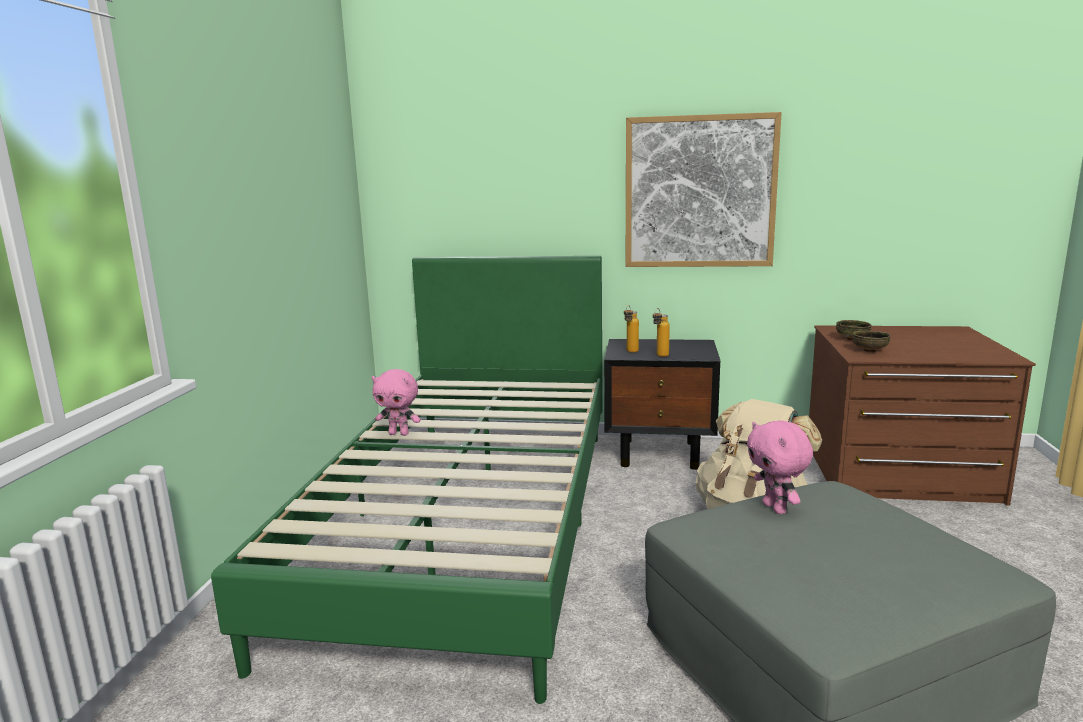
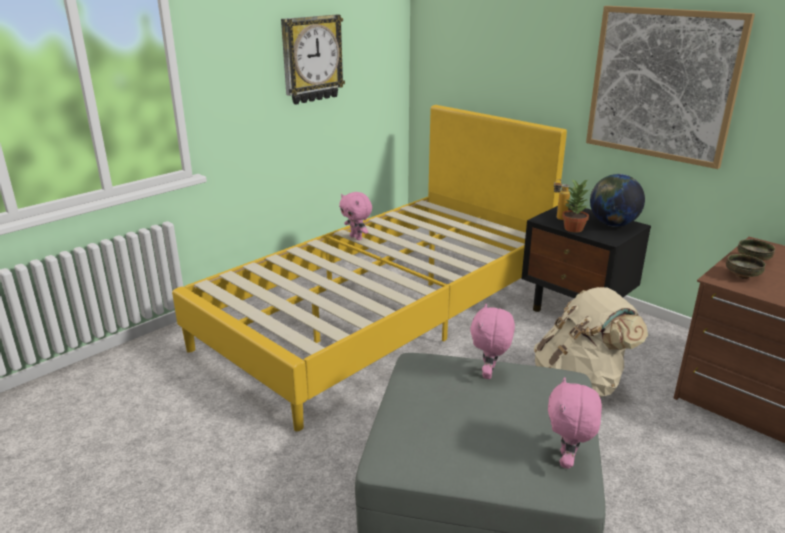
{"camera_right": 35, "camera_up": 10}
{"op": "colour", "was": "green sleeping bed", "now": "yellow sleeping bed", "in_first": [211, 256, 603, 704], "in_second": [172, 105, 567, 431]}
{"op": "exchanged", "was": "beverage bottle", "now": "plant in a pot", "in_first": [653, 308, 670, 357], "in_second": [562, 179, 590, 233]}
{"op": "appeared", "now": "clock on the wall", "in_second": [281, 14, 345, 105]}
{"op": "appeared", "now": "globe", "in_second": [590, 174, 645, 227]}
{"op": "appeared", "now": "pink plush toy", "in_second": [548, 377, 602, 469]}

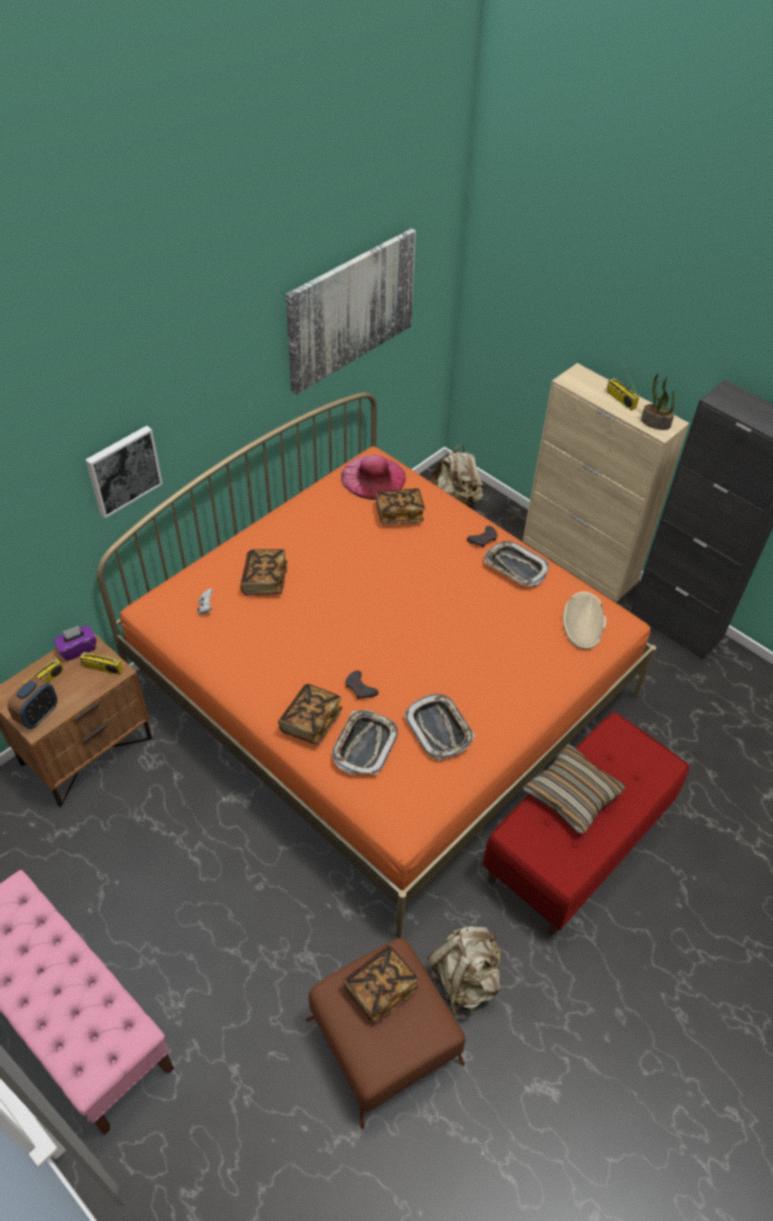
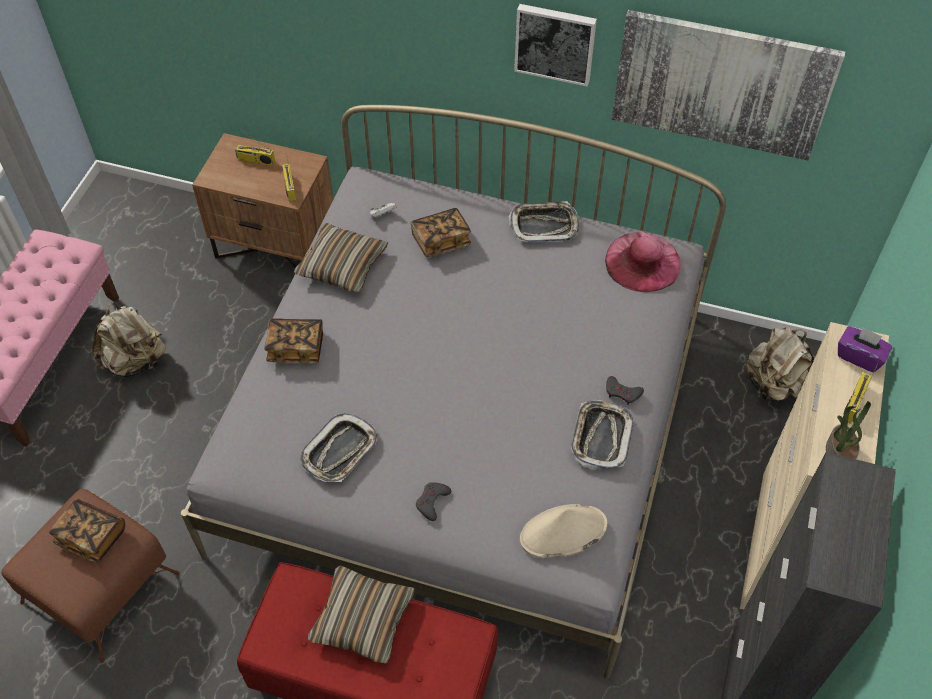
{"camera_right": 65, "camera_up": 5}
{"op": "colour", "was": "orange-coloured sleeping bed", "now": "grey sleeping bed", "in_first": [97, 392, 656, 938], "in_second": [181, 105, 726, 679]}
{"op": "relocated", "was": "picture", "in_first": [86, 426, 163, 518], "in_second": [514, 4, 597, 86]}
{"op": "missing", "was": "volume", "in_first": [376, 488, 425, 524]}
{"op": "relocated", "was": "purplish tissue holder", "in_first": [53, 625, 96, 661], "in_second": [838, 326, 892, 372]}
{"op": "relocated", "was": "grey gamepad", "in_first": [345, 670, 379, 699], "in_second": [416, 482, 451, 521]}
{"op": "missing", "was": "alarm clock", "in_first": [7, 676, 57, 729]}
{"op": "relocated", "was": "serving tray", "in_first": [332, 710, 398, 774], "in_second": [509, 201, 579, 242]}
{"op": "relocated", "was": "beige backpack", "in_first": [428, 926, 502, 1018], "in_second": [92, 301, 165, 377]}
{"op": "appeared", "now": "throw pillow", "in_second": [294, 223, 388, 293]}

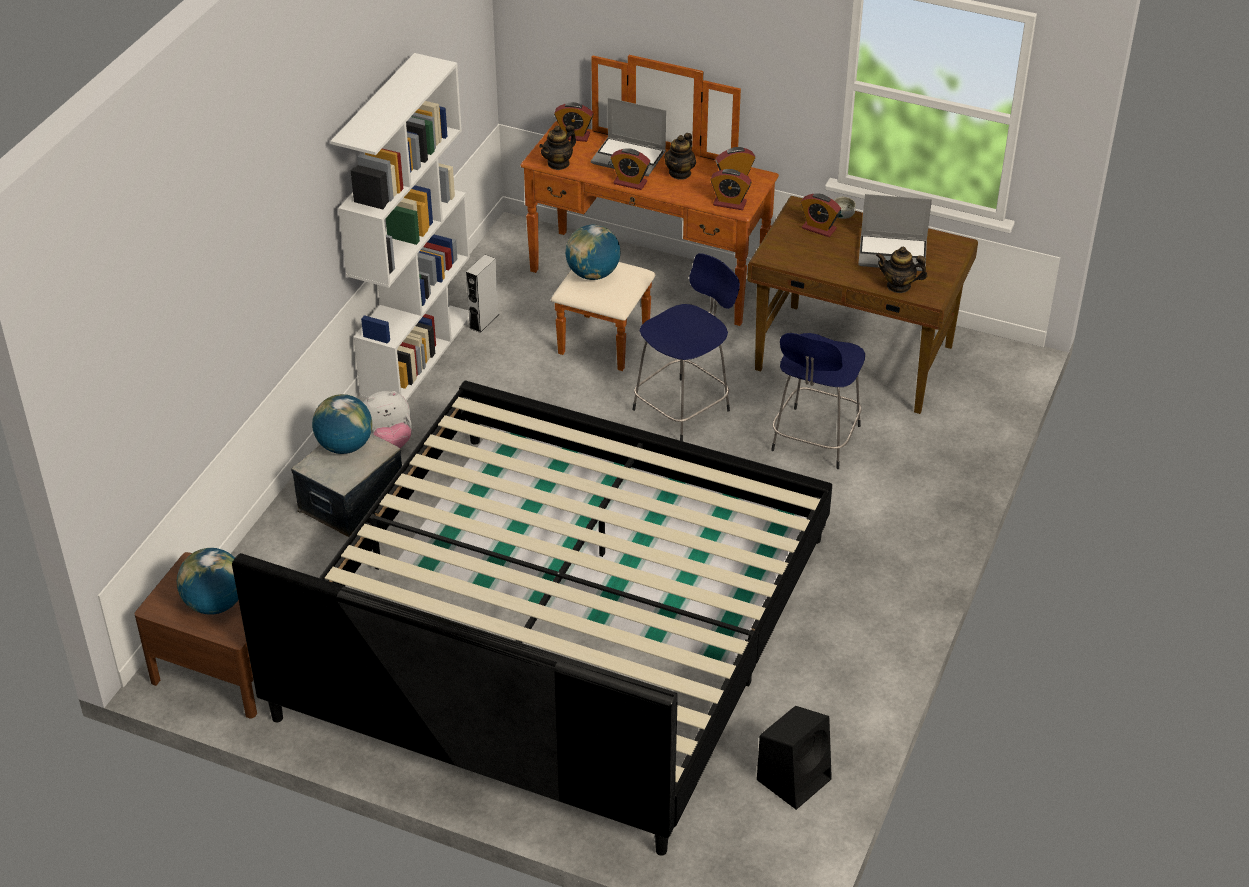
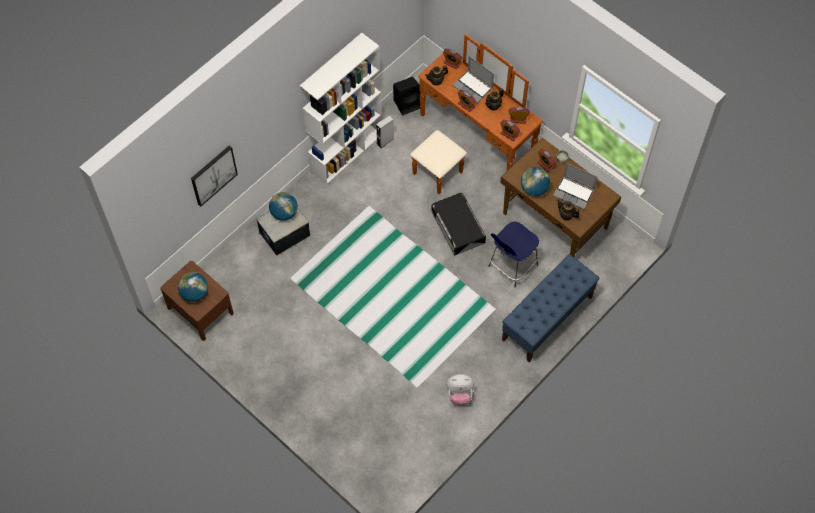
{"camera_right": 20, "camera_up": 20}
{"op": "relocated", "was": "globe", "in_first": [565, 225, 621, 280], "in_second": [521, 167, 550, 197]}
{"op": "exchanged", "was": "blue-coloured sitting stool", "now": "black-coloured storage box", "in_first": [633, 253, 740, 441], "in_second": [431, 193, 486, 255]}
{"op": "missing", "was": "sleeping bed", "in_first": [232, 381, 832, 856]}
{"op": "relocated", "was": "plush toy", "in_first": [363, 391, 412, 448], "in_second": [446, 374, 474, 405]}
{"op": "relocated", "was": "black-coloured loudspeaker", "in_first": [757, 706, 832, 810], "in_second": [393, 77, 421, 116]}
{"op": "appeared", "now": "picture", "in_second": [191, 145, 238, 207]}
{"op": "appeared", "now": "blue-coloured long seat", "in_second": [502, 254, 600, 362]}

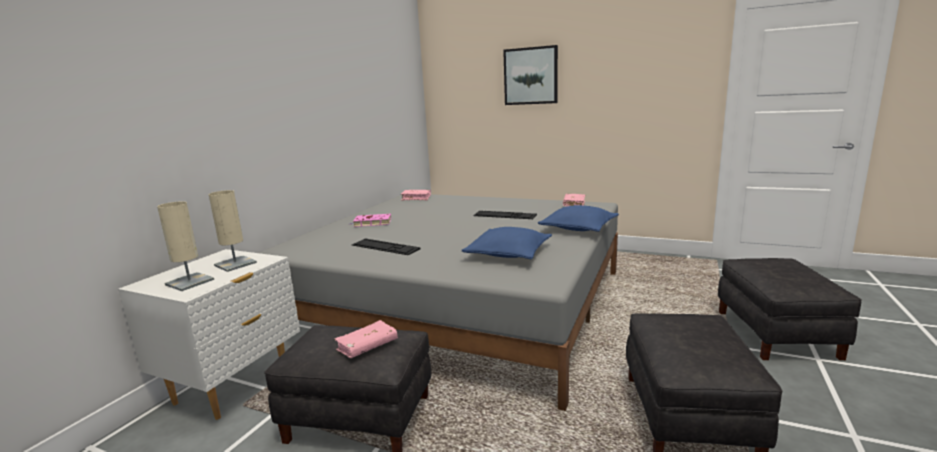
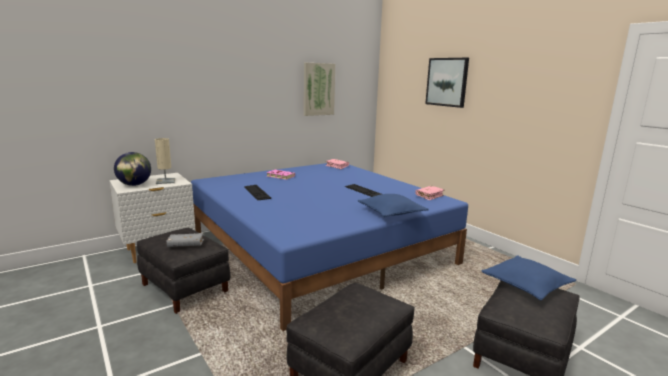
{"camera_right": 30, "camera_up": 0}
{"op": "colour", "was": "grey sleeping bed", "now": "blue-coloured sleeping bed", "in_first": [259, 194, 618, 411], "in_second": [191, 163, 468, 331]}
{"op": "exchanged", "was": "beige table lamp", "now": "globe", "in_first": [157, 201, 214, 291], "in_second": [114, 152, 151, 186]}
{"op": "relocated", "was": "blue-coloured throw pillow", "in_first": [461, 227, 552, 259], "in_second": [481, 255, 576, 300]}
{"op": "colour", "was": "pink volume", "now": "grey volume", "in_first": [334, 320, 398, 358], "in_second": [167, 233, 204, 247]}
{"op": "appeared", "now": "picture", "in_second": [304, 63, 335, 116]}

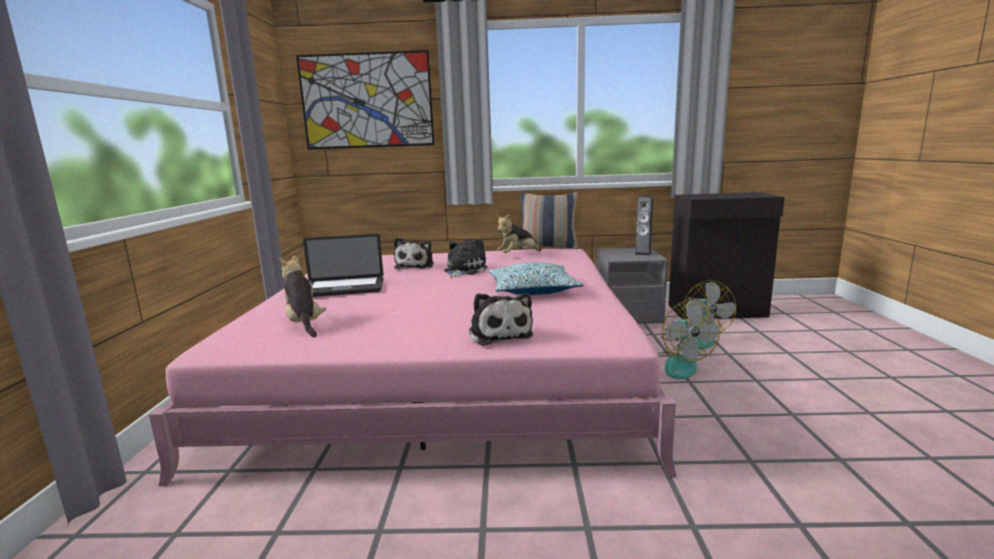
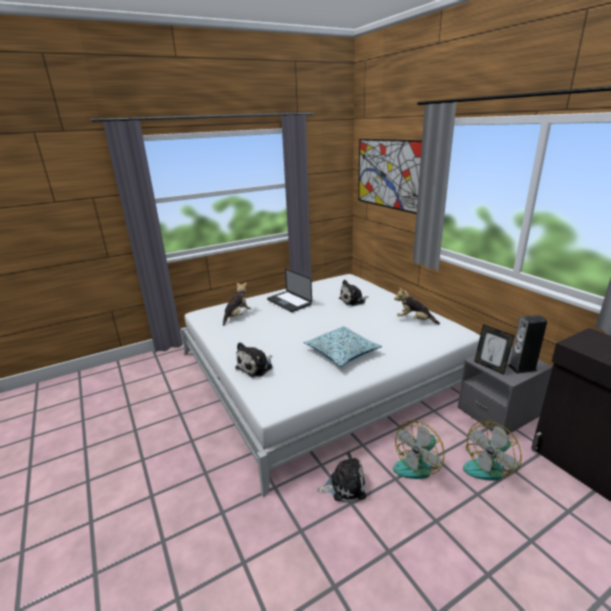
{"camera_right": 60, "camera_up": 10}
{"op": "missing", "was": "throw pillow", "in_first": [518, 192, 579, 249]}
{"op": "relocated", "was": "plush toy", "in_first": [444, 239, 488, 278], "in_second": [317, 452, 366, 502]}
{"op": "colour", "was": "pink sleeping bed", "now": "whitish sleeping bed", "in_first": [149, 248, 677, 486], "in_second": [180, 274, 480, 497]}
{"op": "appeared", "now": "picture frame", "in_second": [474, 324, 514, 375]}

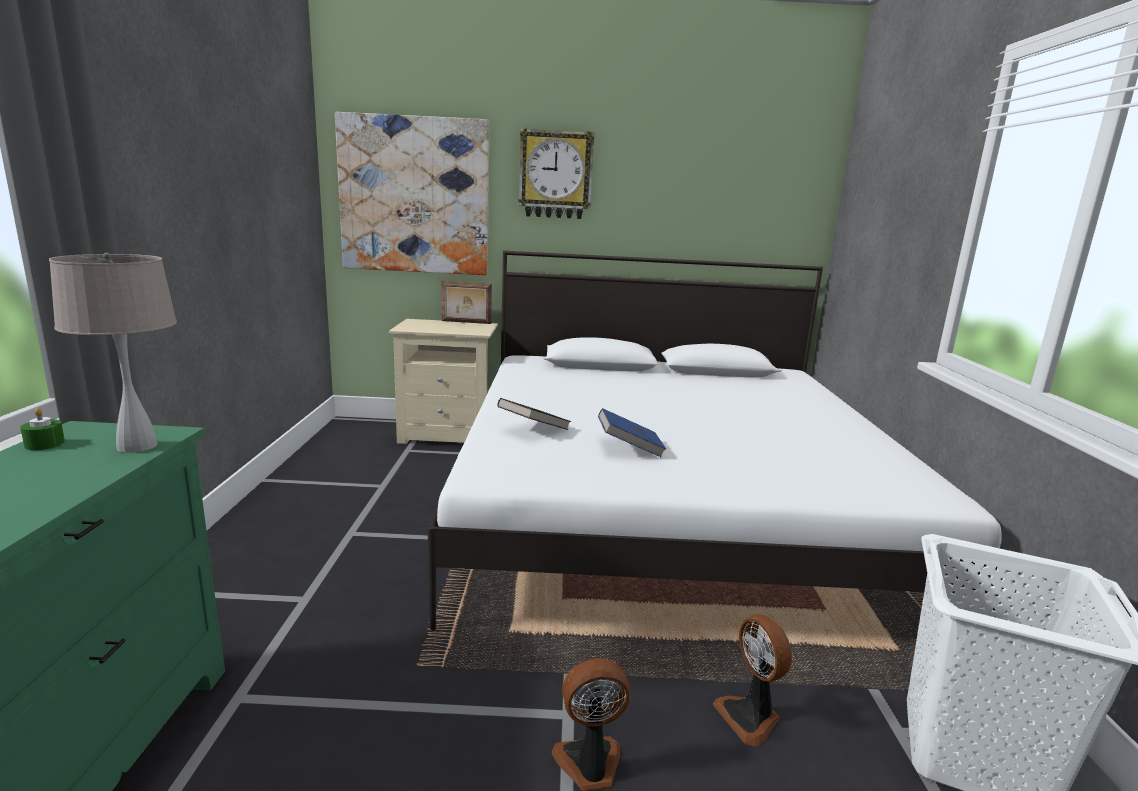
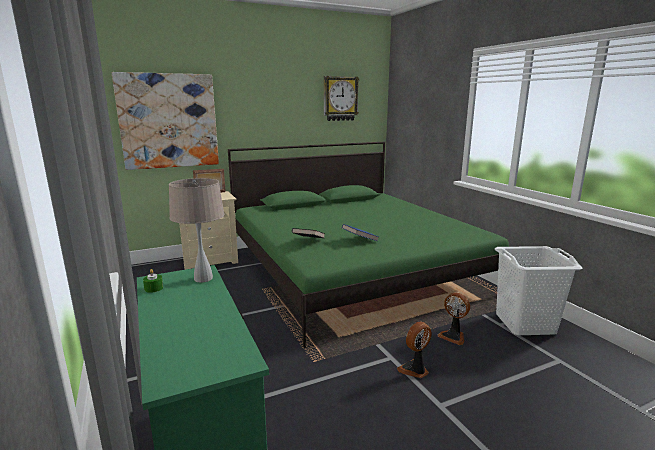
{"camera_right": -25, "camera_up": 0}
{"op": "relocated", "was": "clock on the wall", "in_first": [518, 128, 594, 219], "in_second": [324, 76, 359, 121]}
{"op": "colour", "was": "whitish sleeping bed", "now": "green sleeping bed", "in_first": [428, 251, 1010, 631], "in_second": [228, 142, 513, 348]}

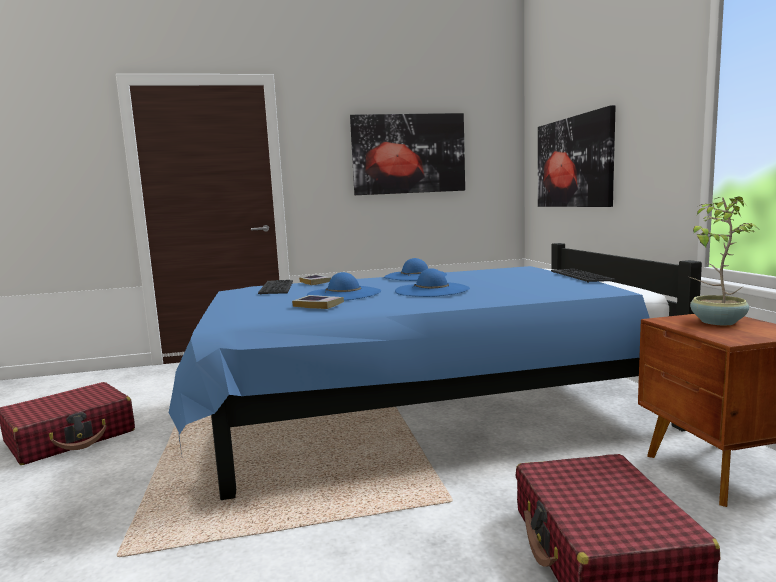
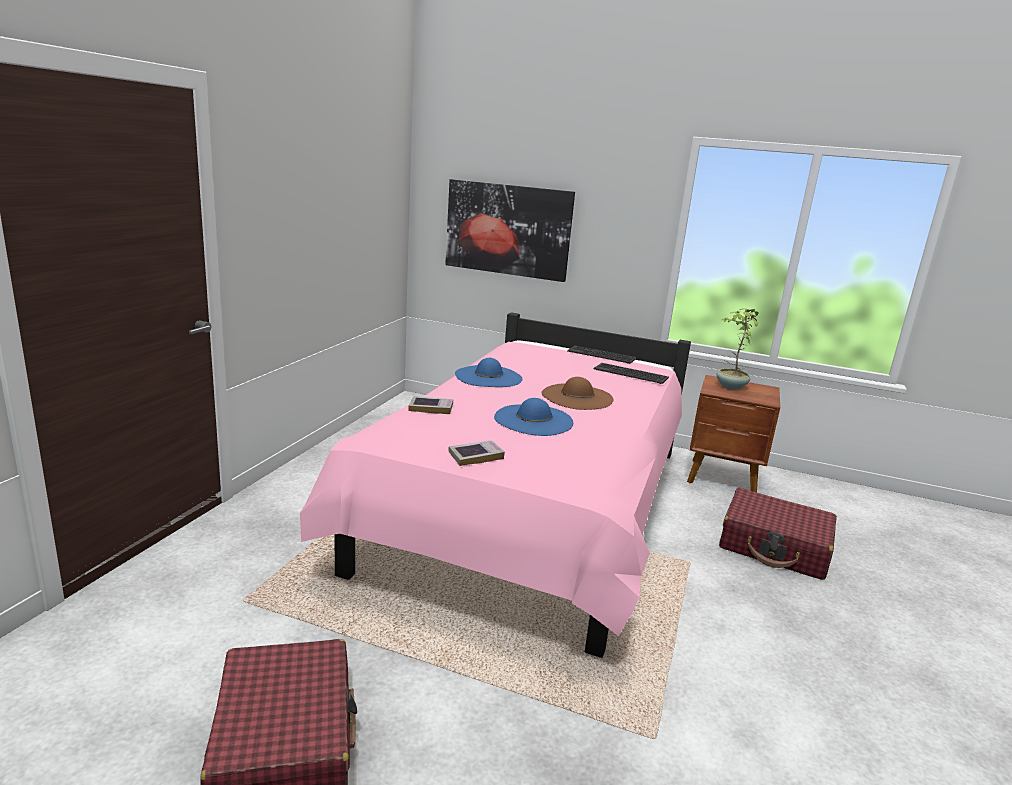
{"camera_right": -60, "camera_up": 10}
{"op": "missing", "was": "picture", "in_first": [350, 113, 465, 195]}
{"op": "colour", "was": "blue-coloured sleeping bed", "now": "pink sleeping bed", "in_first": [169, 243, 702, 500], "in_second": [300, 312, 691, 658]}
{"op": "colour", "was": "blue-coloured hat", "now": "brown-coloured hat", "in_first": [395, 268, 470, 297], "in_second": [542, 377, 614, 410]}
{"op": "relocated", "was": "computer keyboard", "in_first": [258, 280, 293, 295], "in_second": [594, 363, 669, 384]}
{"op": "relocated", "was": "volume", "in_first": [292, 295, 344, 309], "in_second": [448, 440, 505, 466]}

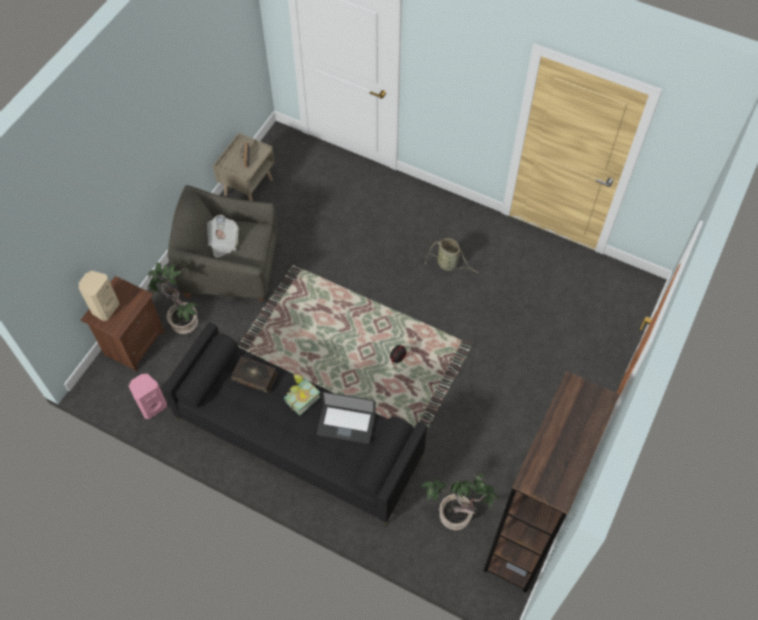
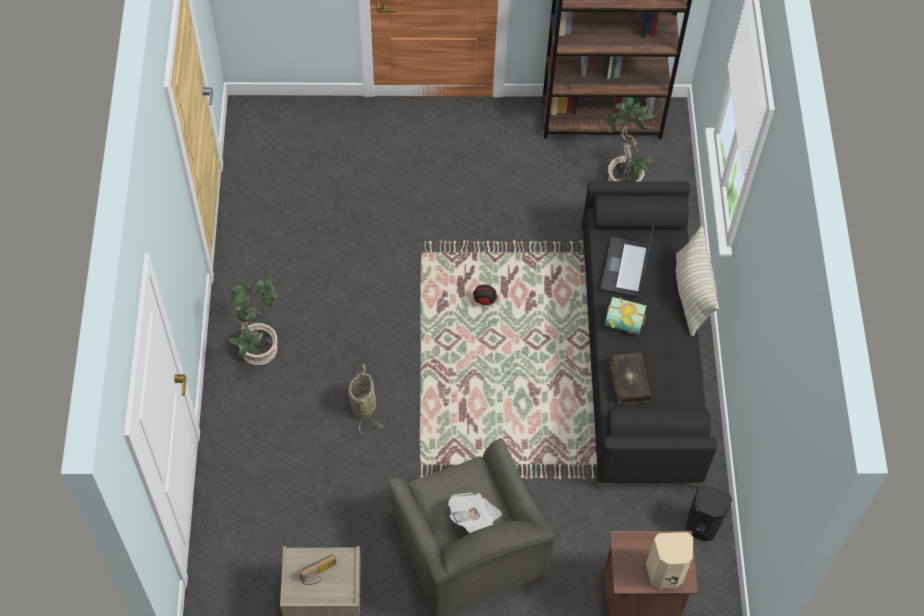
{"camera_right": -120, "camera_up": 0}
{"op": "relocated", "was": "storage basket", "in_first": [425, 238, 478, 273], "in_second": [348, 364, 383, 434]}
{"op": "relocated", "was": "plant in a pot", "in_first": [147, 263, 199, 334], "in_second": [227, 274, 280, 365]}
{"op": "colour", "was": "pink loudspeaker", "now": "black-coloured loudspeaker", "in_first": [129, 374, 167, 419], "in_second": [686, 484, 732, 542]}
{"op": "spun", "was": "notebook computer", "in_first": [317, 392, 375, 444], "in_second": [601, 224, 654, 297], "clockwise": -150}
{"op": "appeared", "now": "throw pillow", "in_second": [676, 226, 719, 336]}

